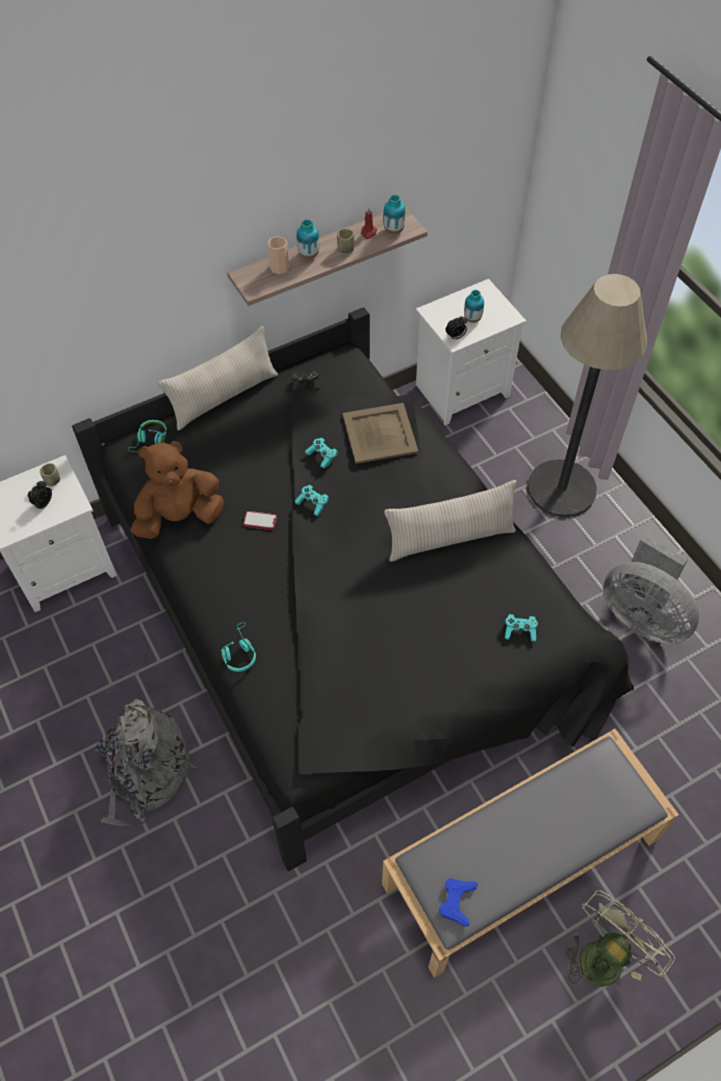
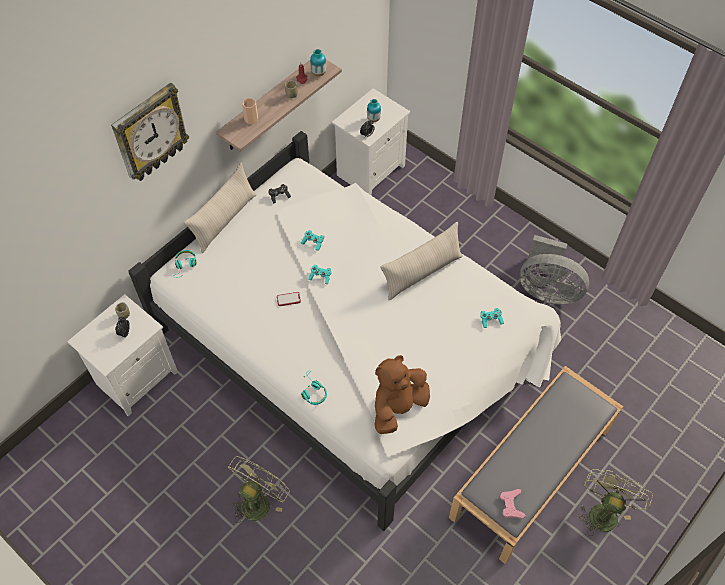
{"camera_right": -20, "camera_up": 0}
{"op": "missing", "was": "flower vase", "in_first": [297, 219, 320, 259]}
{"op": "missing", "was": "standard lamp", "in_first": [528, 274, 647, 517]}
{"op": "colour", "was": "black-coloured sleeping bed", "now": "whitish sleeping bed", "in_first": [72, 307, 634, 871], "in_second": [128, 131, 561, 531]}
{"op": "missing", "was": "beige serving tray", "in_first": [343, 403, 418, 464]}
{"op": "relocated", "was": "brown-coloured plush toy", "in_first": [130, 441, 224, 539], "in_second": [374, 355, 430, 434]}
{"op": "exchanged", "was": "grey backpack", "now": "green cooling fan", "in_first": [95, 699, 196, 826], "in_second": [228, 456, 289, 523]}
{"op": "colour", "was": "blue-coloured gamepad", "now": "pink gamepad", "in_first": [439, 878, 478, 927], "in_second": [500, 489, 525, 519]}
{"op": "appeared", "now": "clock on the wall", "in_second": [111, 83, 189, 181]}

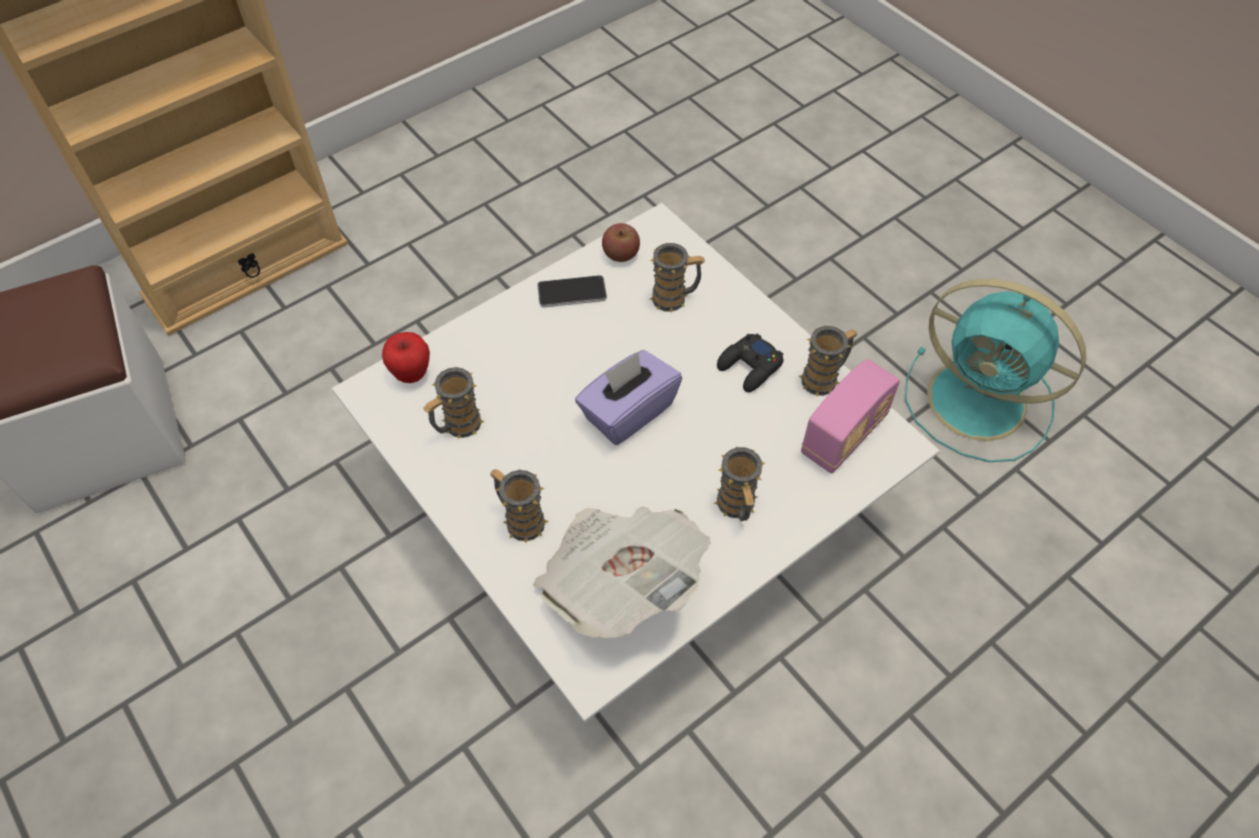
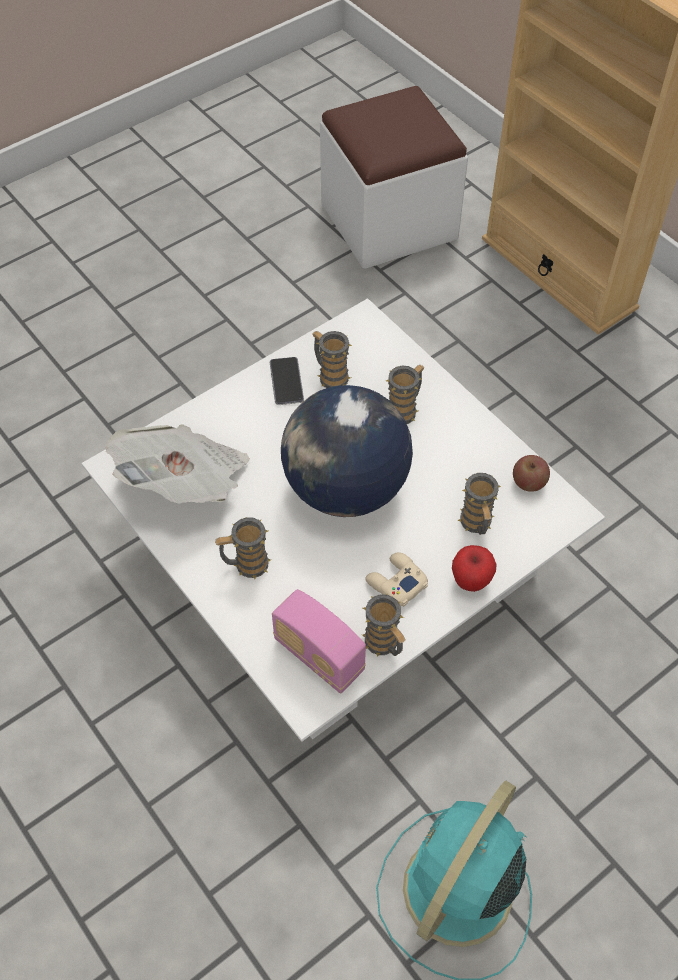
{"camera_right": 90, "camera_up": 0}
{"op": "relocated", "was": "phone", "in_first": [537, 275, 607, 307], "in_second": [270, 357, 304, 405]}
{"op": "relocated", "was": "whole apple", "in_first": [382, 332, 430, 383], "in_second": [452, 545, 497, 592]}
{"op": "colour", "was": "black-coloured gamepad", "now": "beige gamepad", "in_first": [717, 333, 784, 392], "in_second": [365, 552, 428, 607]}
{"op": "exchanged", "was": "purplish tissue holder", "now": "globe", "in_first": [575, 350, 682, 445], "in_second": [281, 385, 413, 517]}
{"op": "relocated", "was": "coffee mug", "in_first": [490, 469, 548, 543], "in_second": [386, 365, 425, 424]}

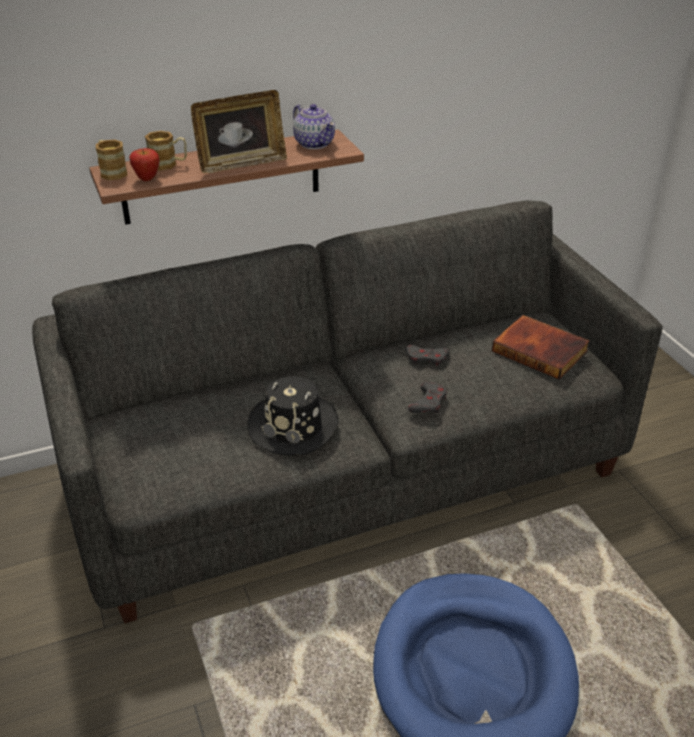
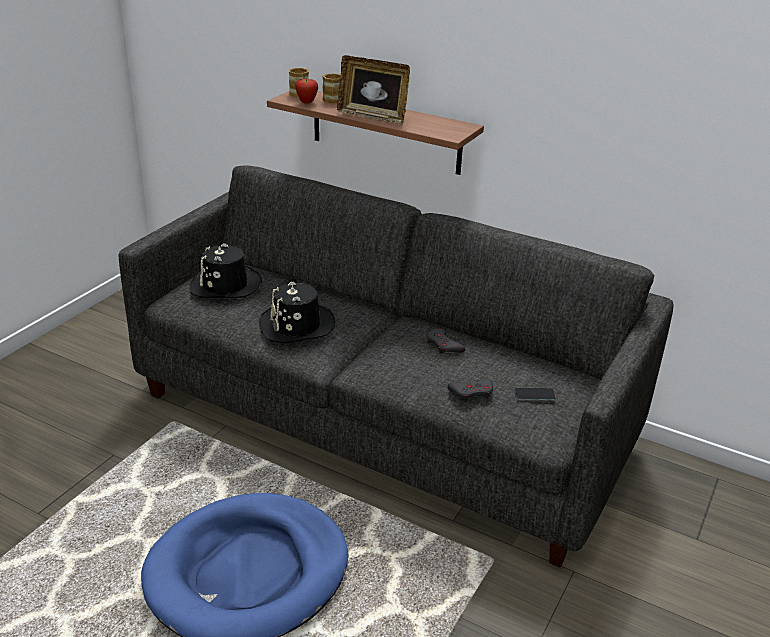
{"camera_right": 50, "camera_up": -5}
{"op": "missing", "was": "pot for tea", "in_first": [293, 104, 335, 149]}
{"op": "exchanged", "was": "volume", "now": "phone", "in_first": [492, 315, 589, 380], "in_second": [514, 387, 556, 401]}
{"op": "relocated", "was": "grey gamepad", "in_first": [408, 382, 447, 413], "in_second": [448, 378, 493, 402]}
{"op": "appeared", "now": "black-coloured hat", "in_second": [190, 243, 262, 298]}

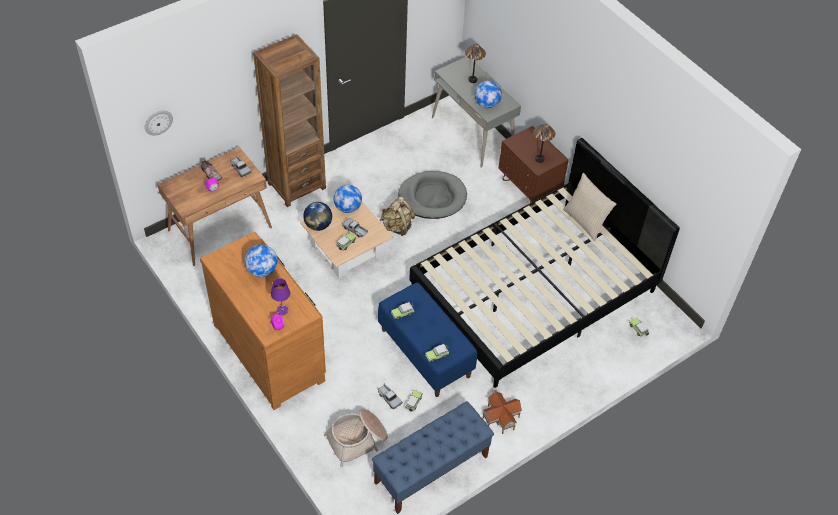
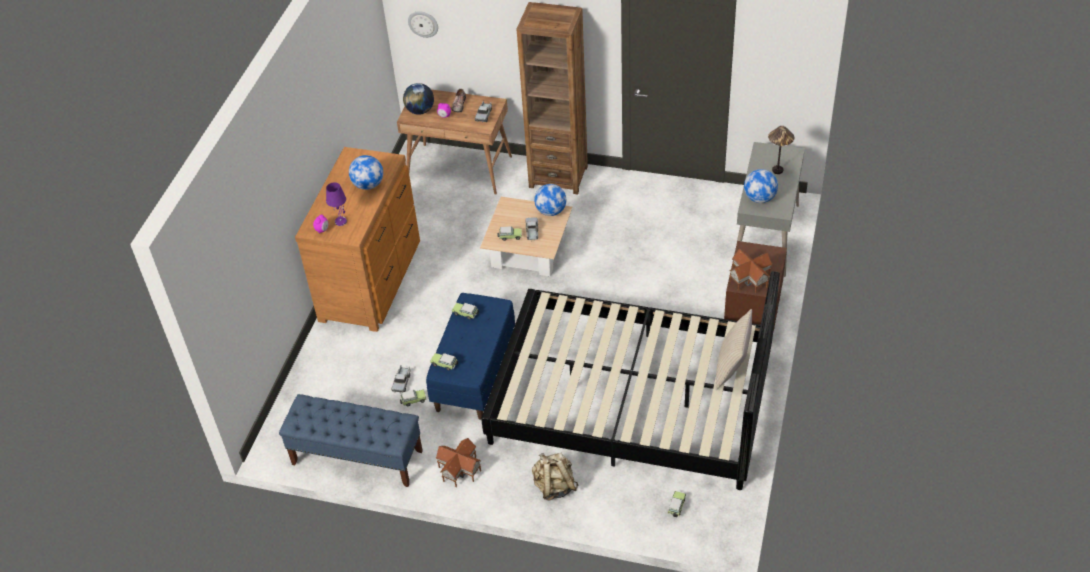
{"camera_right": 55, "camera_up": -5}
{"op": "exchanged", "was": "table lamp", "now": "toy house", "in_first": [533, 124, 555, 163], "in_second": [730, 249, 772, 293]}
{"op": "missing", "was": "grey dog bed", "in_first": [398, 171, 467, 219]}
{"op": "relocated", "was": "beige backpack", "in_first": [380, 197, 415, 236], "in_second": [532, 453, 578, 500]}
{"op": "relocated", "was": "globe", "in_first": [303, 202, 332, 231], "in_second": [403, 83, 434, 115]}
{"op": "missing", "was": "storage basket", "in_first": [324, 409, 388, 467]}

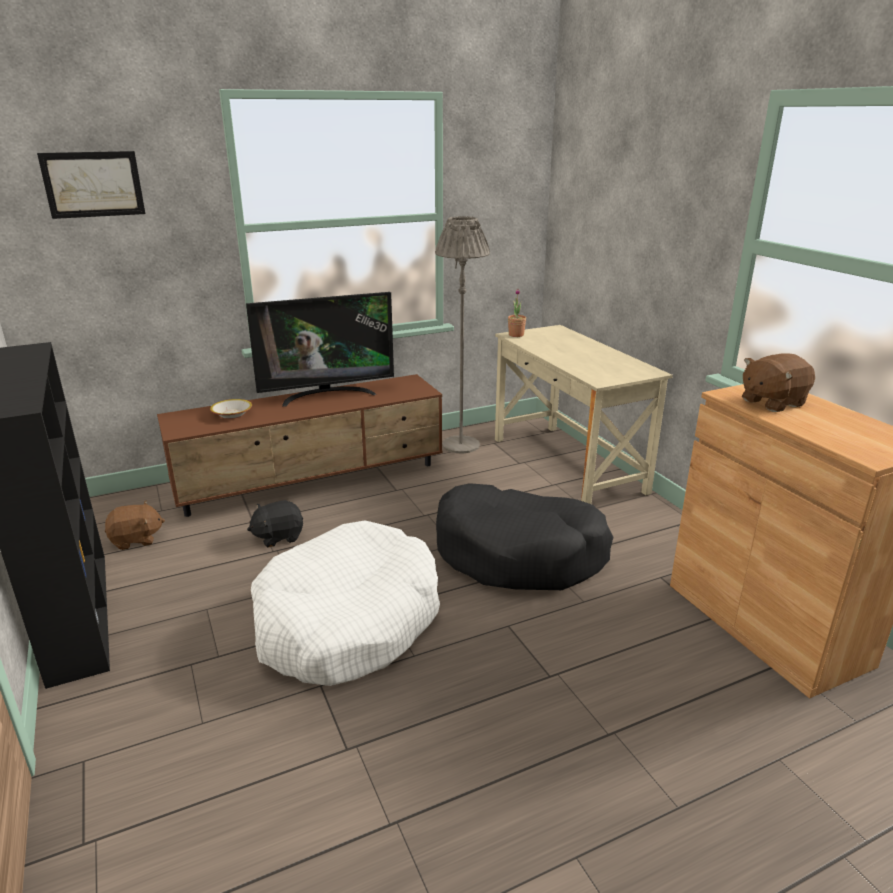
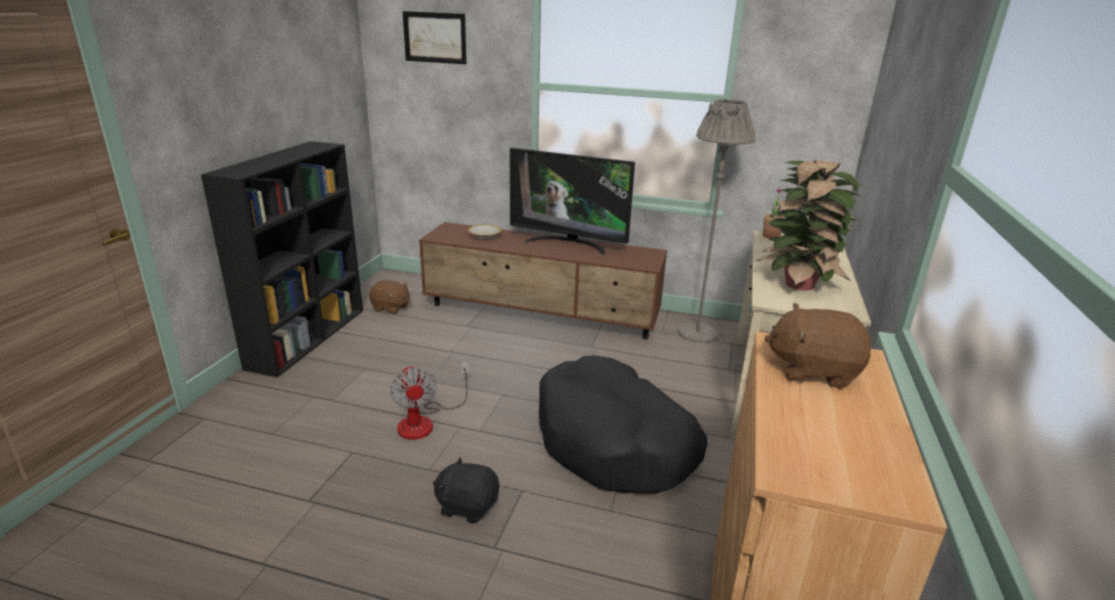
{"camera_right": 40, "camera_up": 0}
{"op": "relocated", "was": "black-coloured plush toy", "in_first": [247, 500, 303, 548], "in_second": [433, 457, 499, 524]}
{"op": "exchanged", "was": "whitish dog bed", "now": "cooling fan", "in_first": [251, 520, 440, 686], "in_second": [390, 362, 469, 440]}
{"op": "appeared", "now": "plant in a pot", "in_second": [756, 160, 865, 291]}

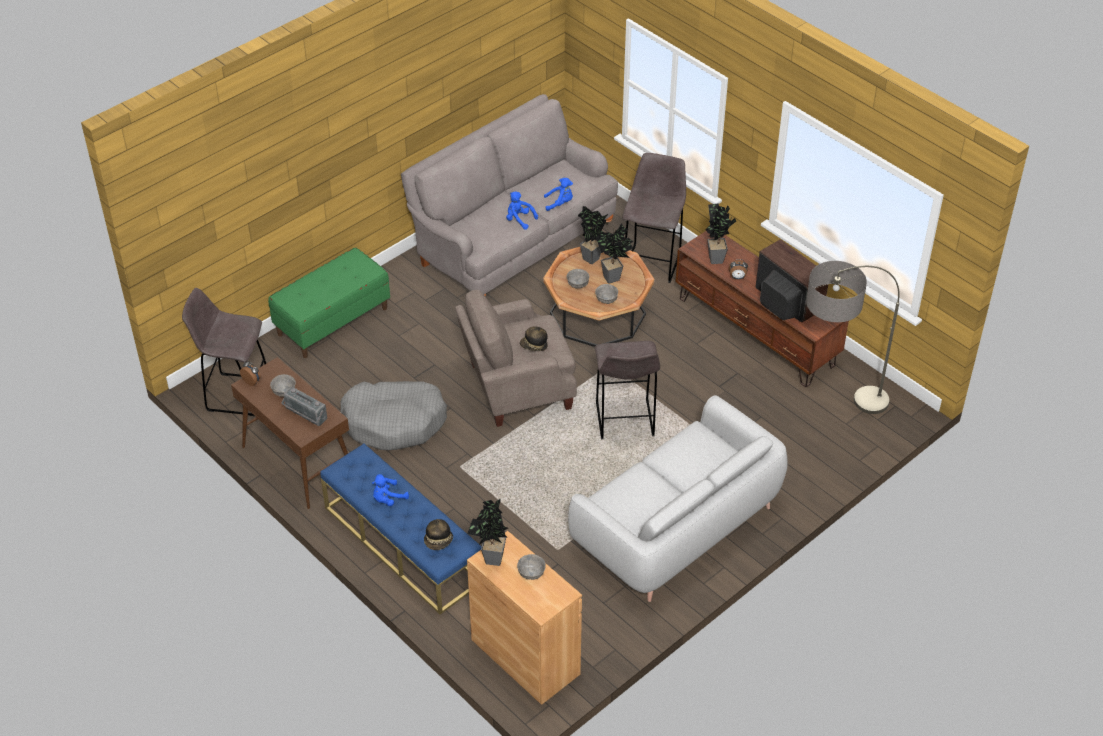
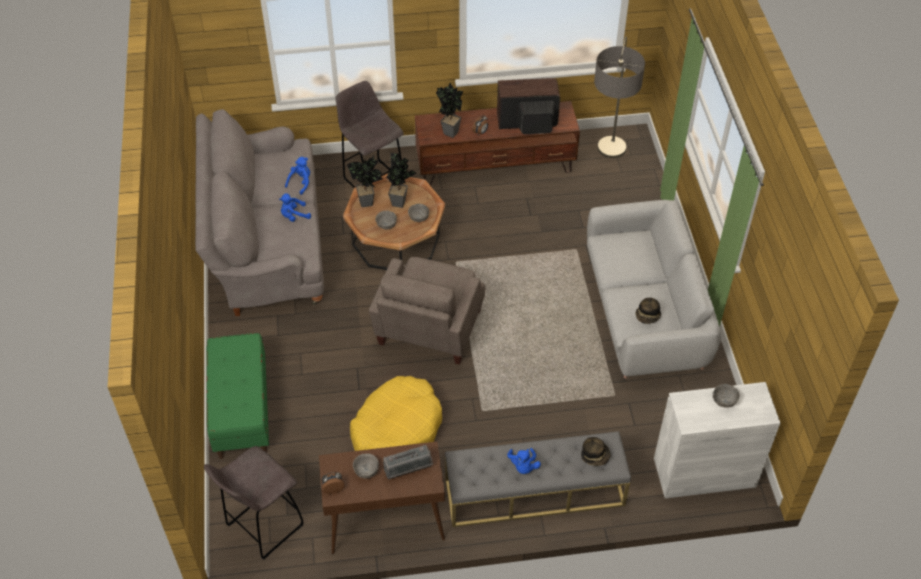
{"camera_right": -55, "camera_up": 5}
{"op": "relocated", "was": "hat", "in_first": [520, 327, 548, 351], "in_second": [636, 297, 661, 324]}
{"op": "missing", "was": "grey sitting stool", "in_first": [595, 341, 660, 439]}
{"op": "colour", "was": "grey dog bed", "now": "yellow dog bed", "in_first": [340, 381, 447, 450], "in_second": [350, 376, 442, 451]}
{"op": "colour", "was": "blue-coloured long seat", "now": "grey long seat", "in_first": [320, 443, 482, 614], "in_second": [445, 431, 631, 527]}
{"op": "missing", "was": "plant in a pot", "in_first": [467, 499, 508, 566]}
{"op": "colour", "was": "brown-coloured cupboard", "now": "whitish cupboard", "in_first": [467, 531, 582, 705], "in_second": [654, 382, 780, 499]}

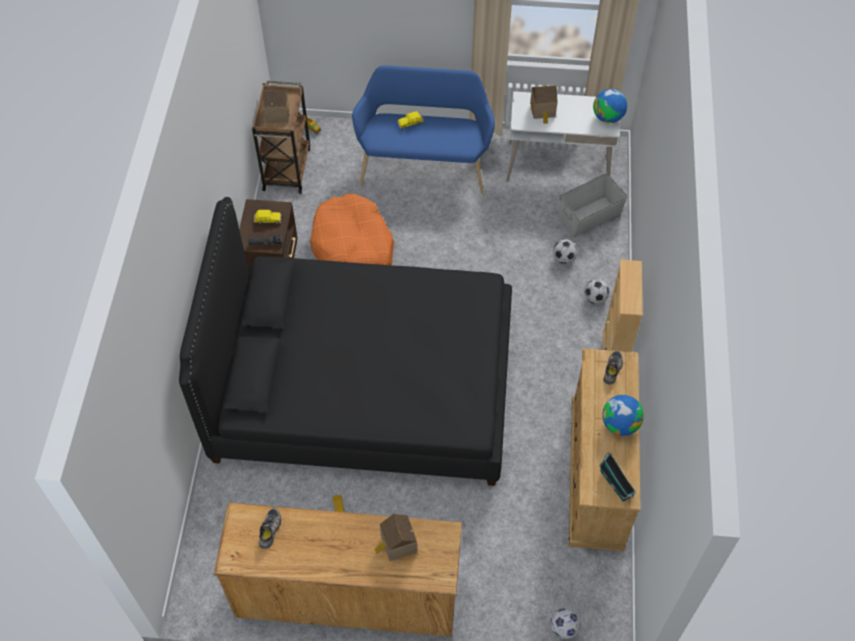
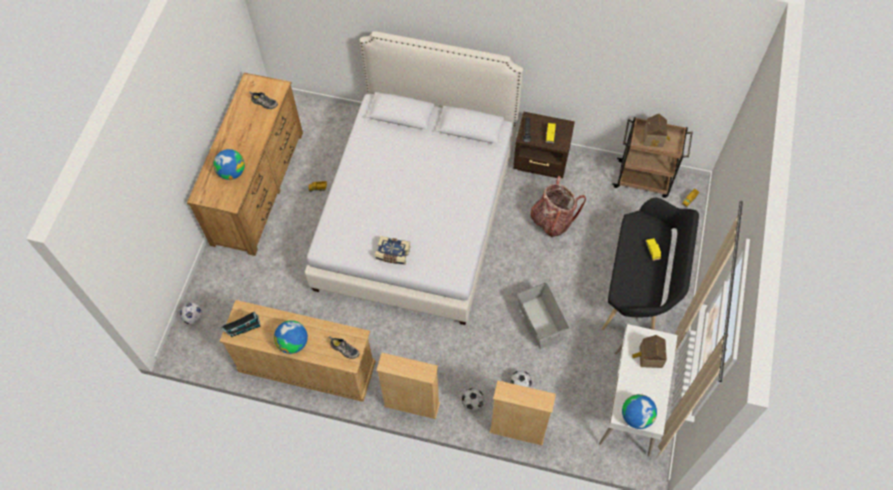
{"camera_right": 100, "camera_up": 5}
{"op": "colour", "was": "blue-coloured long seat", "now": "black-coloured long seat", "in_first": [352, 66, 495, 194], "in_second": [602, 198, 699, 330]}
{"op": "relocated", "was": "grey storage box", "in_first": [559, 173, 628, 237], "in_second": [517, 283, 569, 349]}
{"op": "exchanged", "was": "orange-coloured dog bed", "now": "backpack", "in_first": [310, 194, 394, 265], "in_second": [531, 176, 586, 237]}
{"op": "colour", "was": "black-coloured sleeping bed", "now": "whitish sleeping bed", "in_first": [179, 197, 512, 486], "in_second": [305, 31, 523, 325]}
{"op": "exchanged", "was": "toy house", "now": "globe", "in_first": [375, 514, 417, 561], "in_second": [213, 149, 245, 180]}
{"op": "appeared", "now": "volume", "in_second": [375, 236, 411, 265]}
{"op": "appeared", "now": "beige shelving unit", "in_second": [490, 380, 556, 446]}

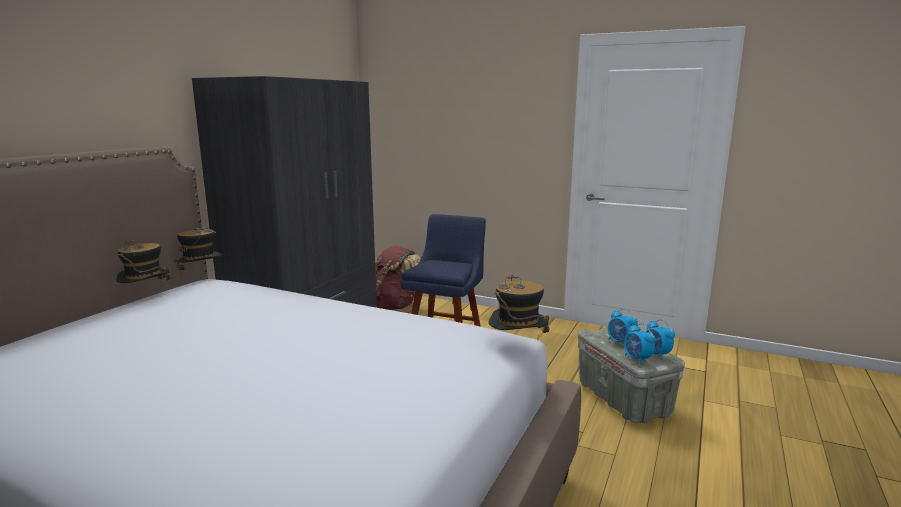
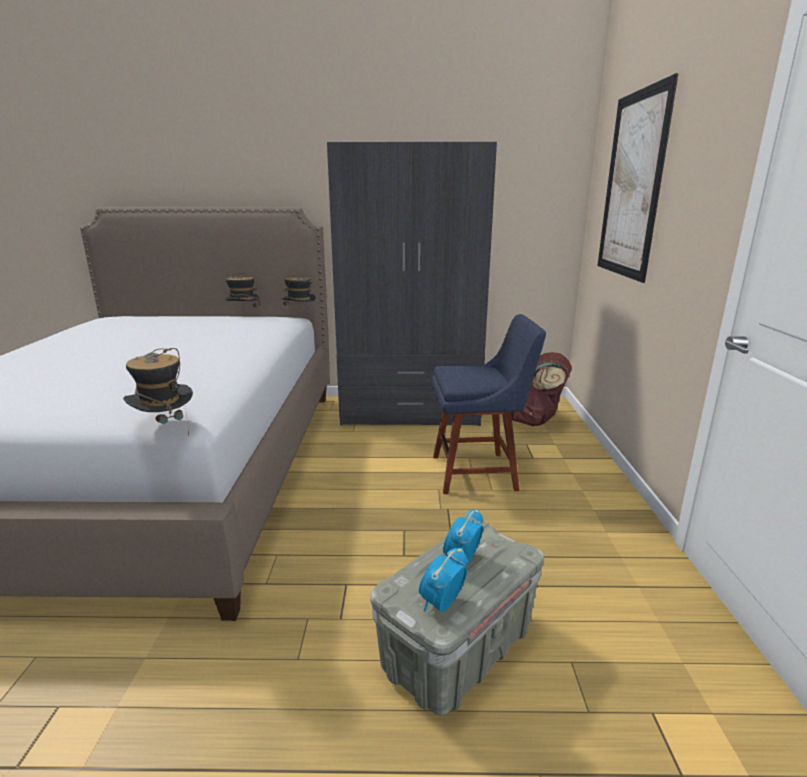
{"camera_right": 65, "camera_up": 5}
{"op": "missing", "was": "alarm clock", "in_first": [624, 323, 655, 365]}
{"op": "appeared", "now": "picture", "in_second": [597, 73, 678, 283]}

